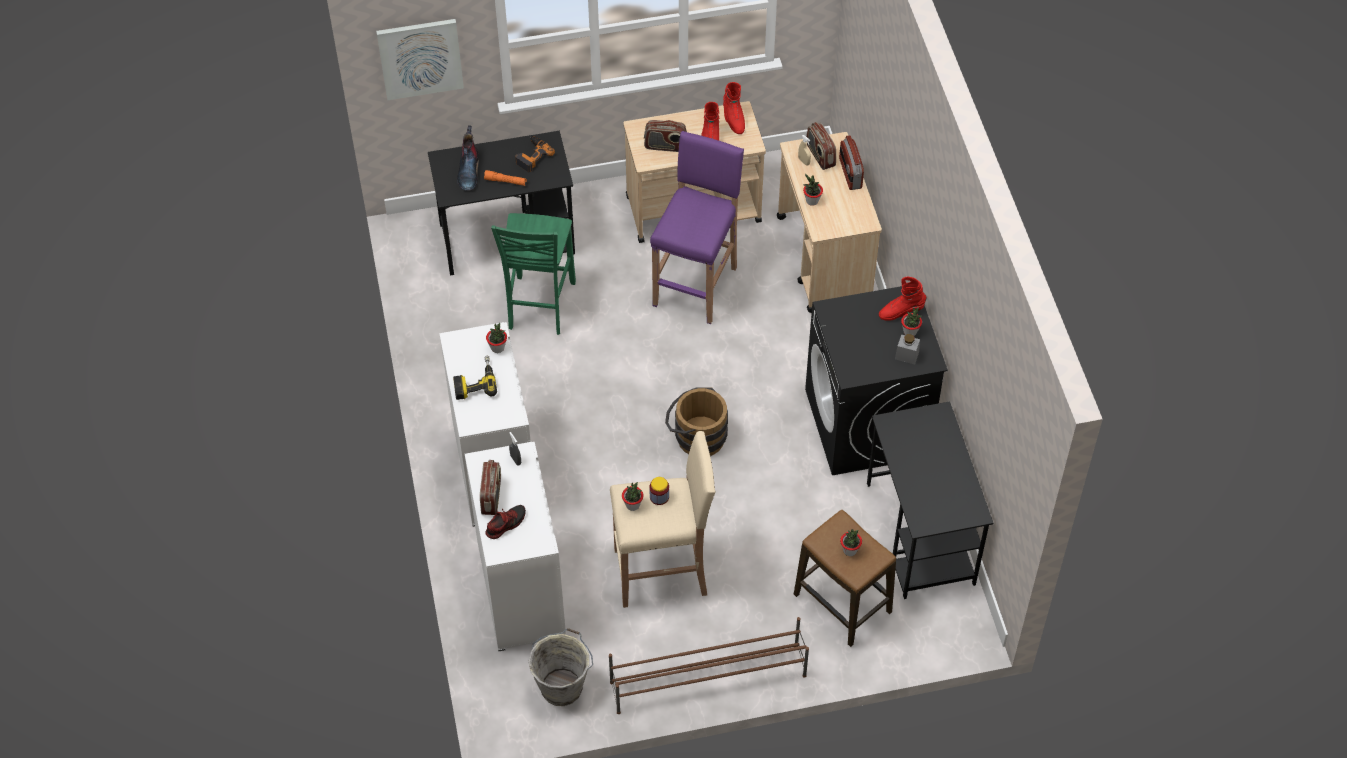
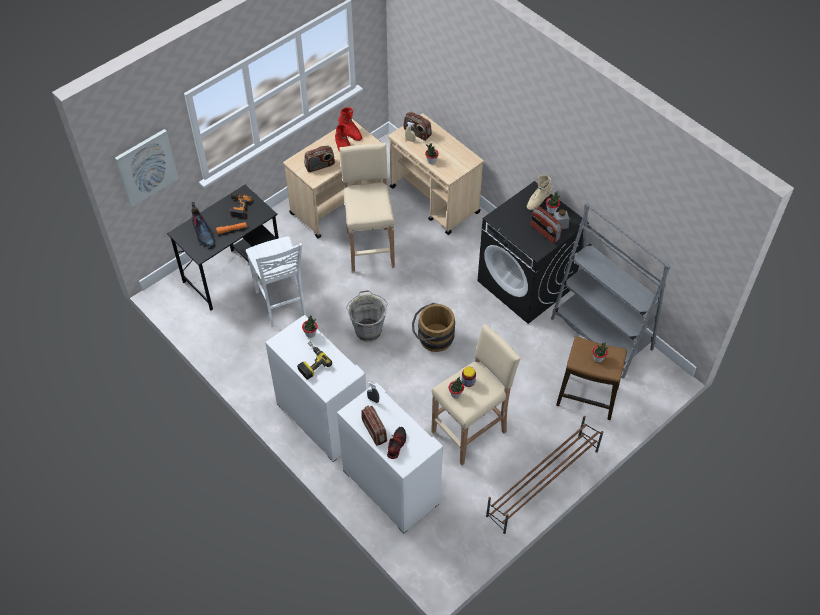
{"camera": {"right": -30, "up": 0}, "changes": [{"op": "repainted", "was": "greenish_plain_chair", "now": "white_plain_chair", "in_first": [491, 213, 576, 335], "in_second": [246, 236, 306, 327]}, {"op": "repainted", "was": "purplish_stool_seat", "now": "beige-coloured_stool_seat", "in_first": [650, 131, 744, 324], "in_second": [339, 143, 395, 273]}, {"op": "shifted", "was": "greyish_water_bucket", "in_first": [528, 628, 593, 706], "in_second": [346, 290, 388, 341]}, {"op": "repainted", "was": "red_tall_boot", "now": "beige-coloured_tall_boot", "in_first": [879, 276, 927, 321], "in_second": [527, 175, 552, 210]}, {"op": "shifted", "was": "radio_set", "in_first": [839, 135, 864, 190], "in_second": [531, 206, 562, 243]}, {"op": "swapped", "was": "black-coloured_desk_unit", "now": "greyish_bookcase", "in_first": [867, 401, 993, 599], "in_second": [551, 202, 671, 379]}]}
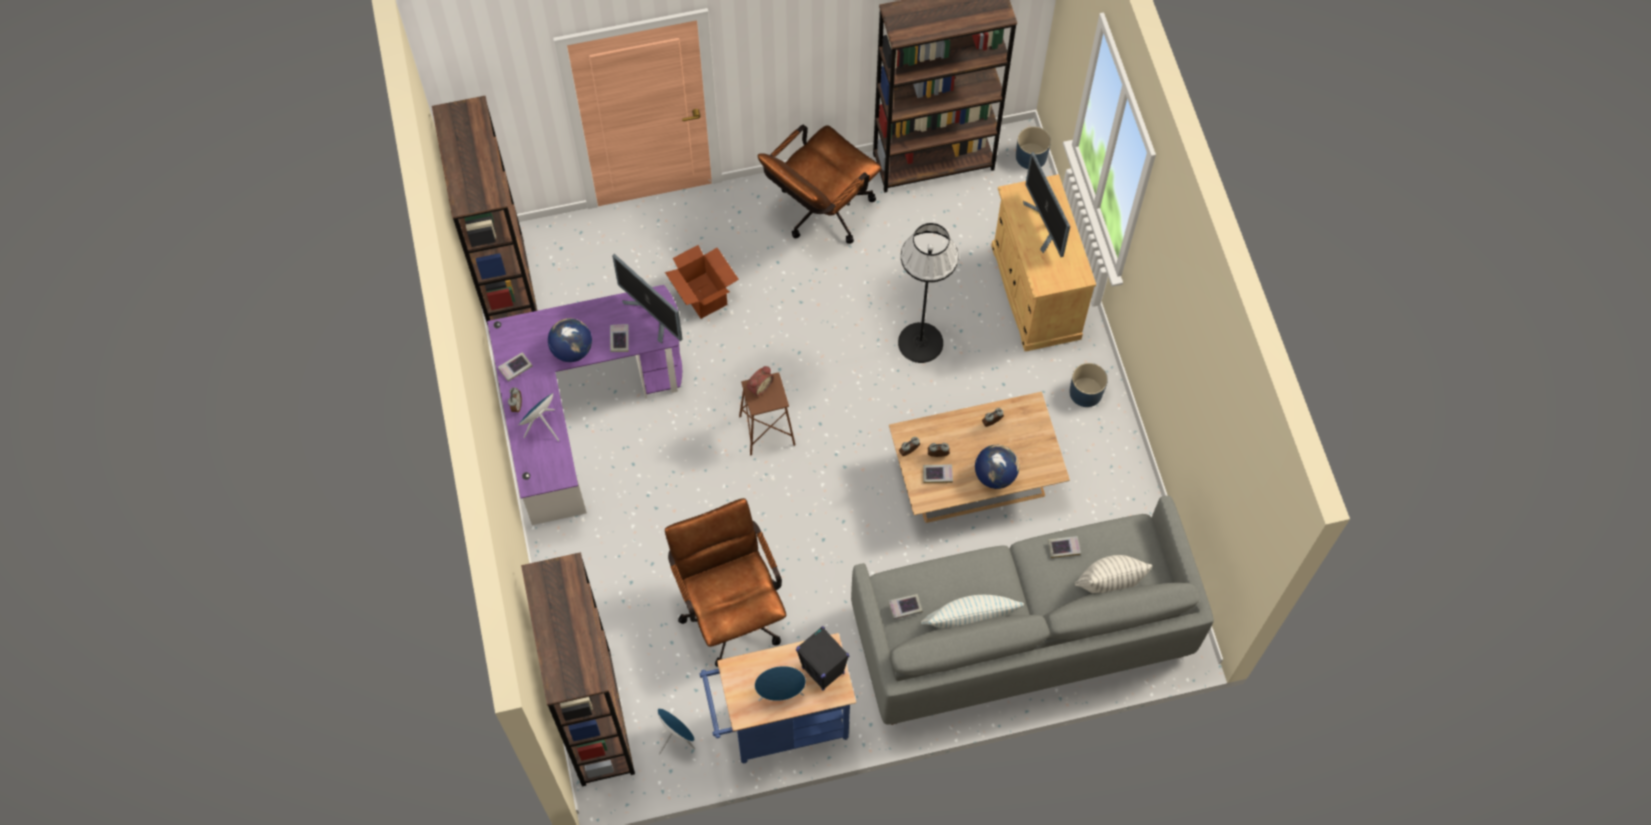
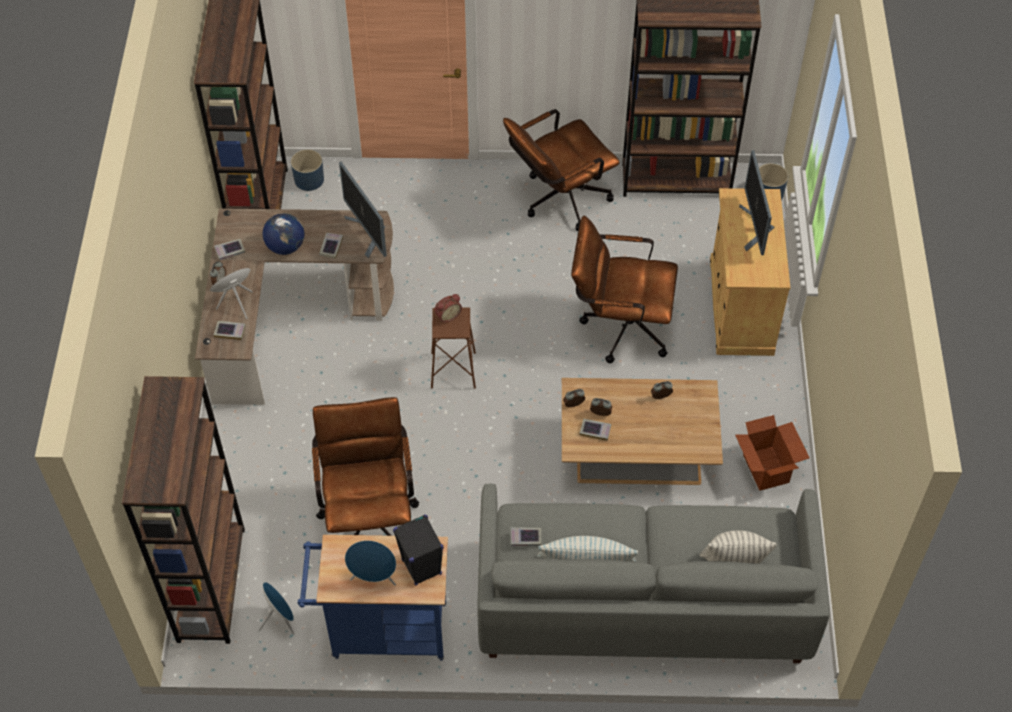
{"camera": {"right": 15, "up": -10}, "changes": [{"op": "repainted", "was": "purplish_desk_unit", "now": "brownish_desk_unit", "in_first": [487, 285, 682, 525], "in_second": [195, 208, 394, 405]}, {"op": "shifted", "was": "volume", "in_first": [1048, 536, 1081, 558], "in_second": [214, 321, 246, 340]}, {"op": "shifted", "was": "blue-coloured_flower_pot", "in_first": [1069, 363, 1107, 407], "in_second": [291, 149, 324, 191]}, {"op": "swapped", "was": "black-coloured_standard_lamp", "now": "brownish_desk_chair", "in_first": [898, 223, 959, 363], "in_second": [571, 216, 678, 363]}, {"op": "shifted", "was": "carton", "in_first": [665, 245, 739, 319], "in_second": [735, 415, 809, 491]}, {"op": "gone", "was": "globe", "in_first": [975, 445, 1019, 489]}]}
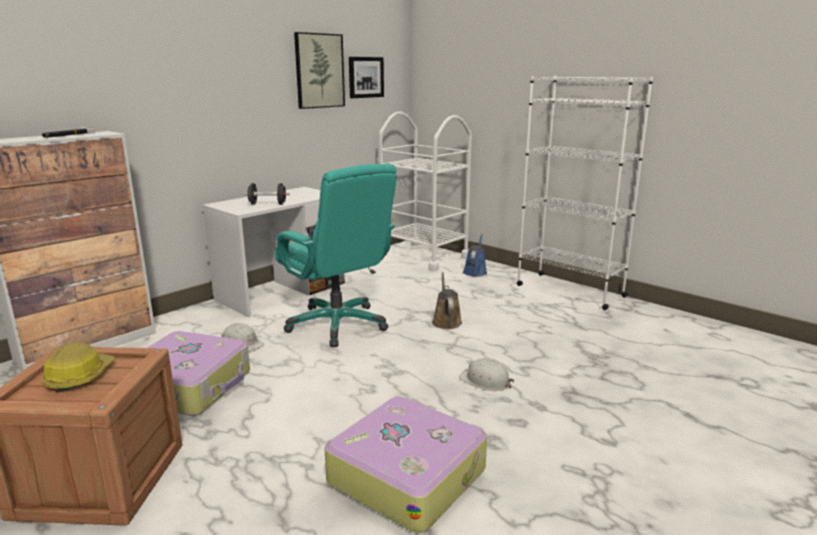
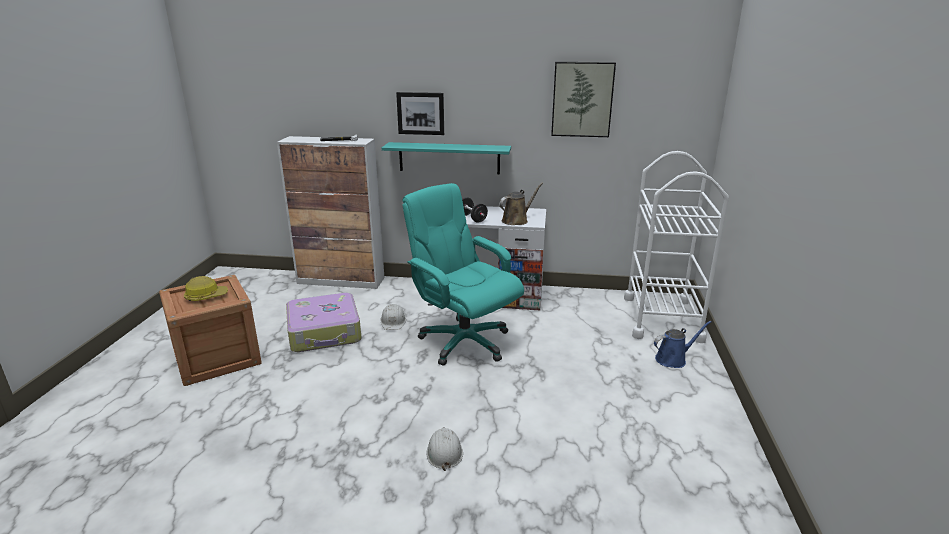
{"camera": {"right": 55, "up": 5}, "changes": [{"op": "new", "now": "turquoise-coloured_bracket_shelf", "in_second": [382, 142, 511, 174]}, {"op": "shifted", "was": "wall_art", "in_first": [349, 57, 384, 98], "in_second": [396, 92, 444, 135]}, {"op": "rotated", "was": "turquoise-coloured_desk_chair", "in_first": [275, 164, 397, 347], "in_second": [402, 183, 524, 365], "clockwise": 120}, {"op": "shifted", "was": "brownish_watering_pot", "in_first": [432, 272, 462, 329], "in_second": [499, 182, 543, 225]}, {"op": "gone", "was": "travel_case", "in_first": [324, 397, 487, 533]}, {"op": "gone", "was": "white_bookcase", "in_first": [517, 76, 653, 310]}]}
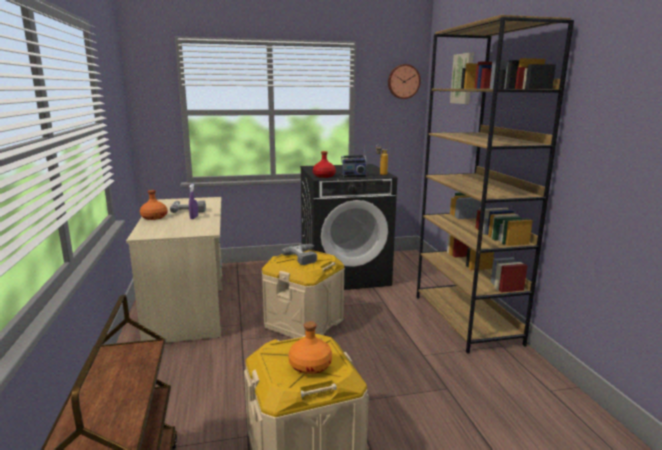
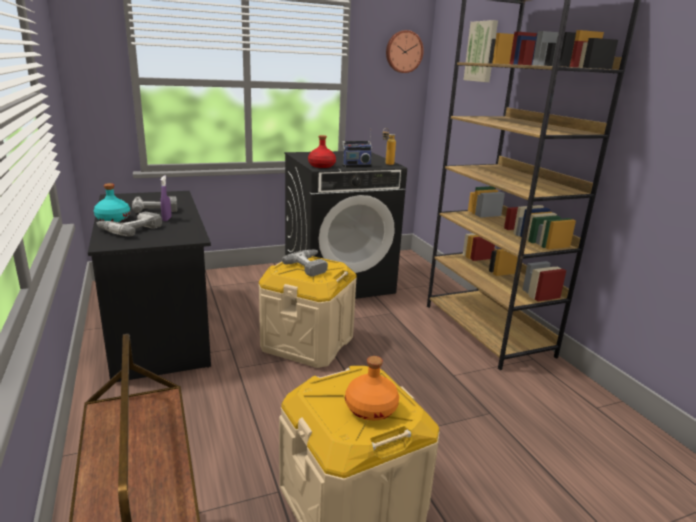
{"camera": {"right": -10, "up": 5}, "changes": [{"op": "repainted", "was": "beige-coloured_desk_unit", "now": "black-coloured_desk_unit", "in_first": [126, 197, 222, 343], "in_second": [88, 191, 211, 382]}, {"op": "repainted", "was": "orangey_drink_bottle", "now": "turquoise-coloured_drink_bottle", "in_first": [140, 190, 167, 220], "in_second": [94, 183, 131, 222]}, {"op": "new", "now": "power_drill", "in_second": [96, 212, 162, 236]}]}
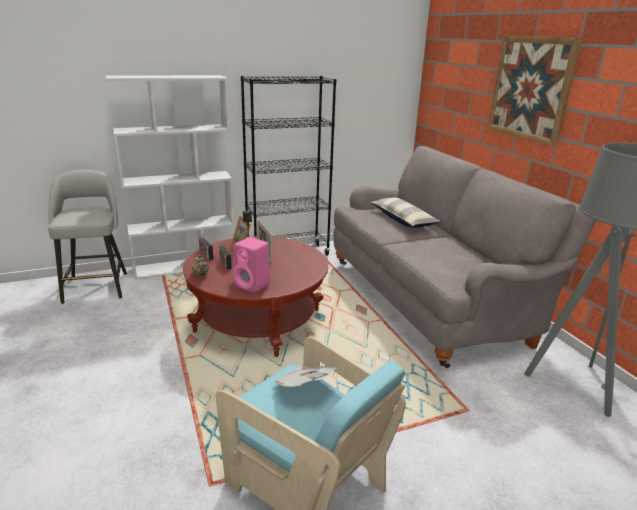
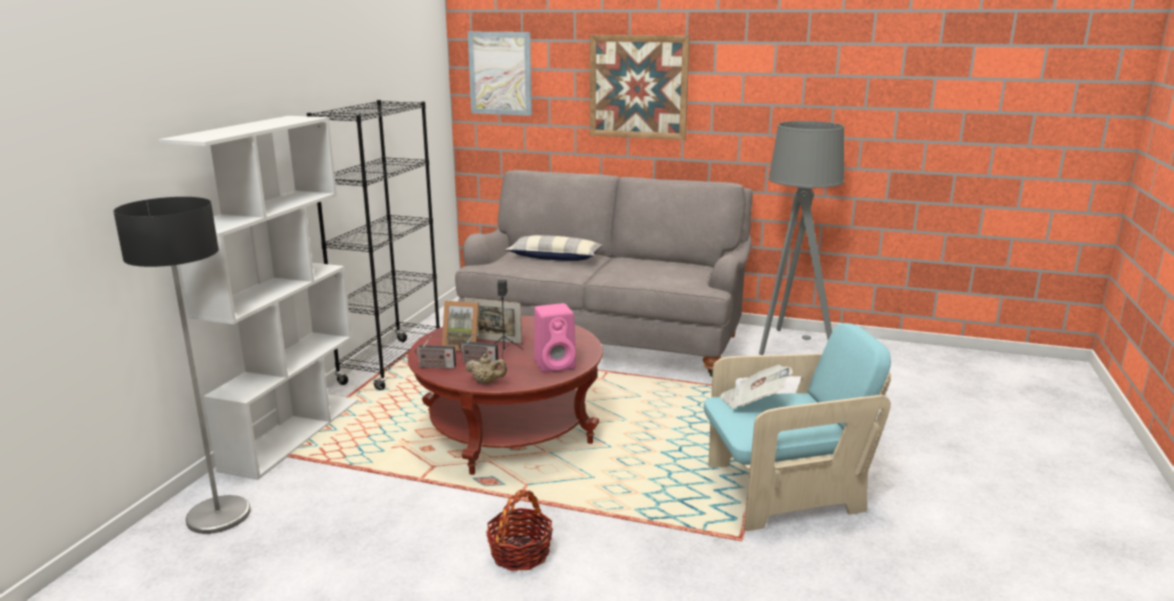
{"camera": {"right": -50, "up": -5}, "changes": [{"op": "swapped", "was": "greyish_stool_seat", "now": "standard_lamp", "in_first": [48, 169, 127, 304], "in_second": [113, 197, 250, 534]}, {"op": "new", "now": "wall_art", "in_second": [468, 32, 532, 116]}, {"op": "new", "now": "household_basket", "in_second": [486, 490, 553, 571]}]}
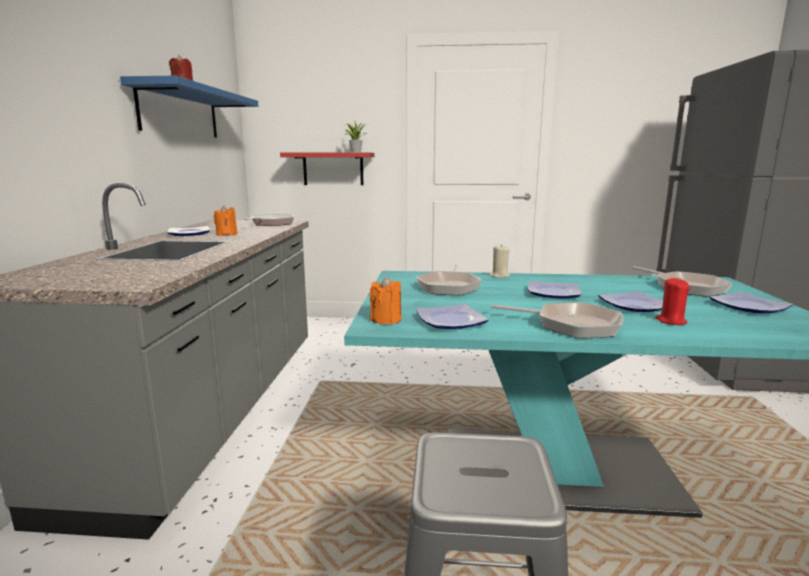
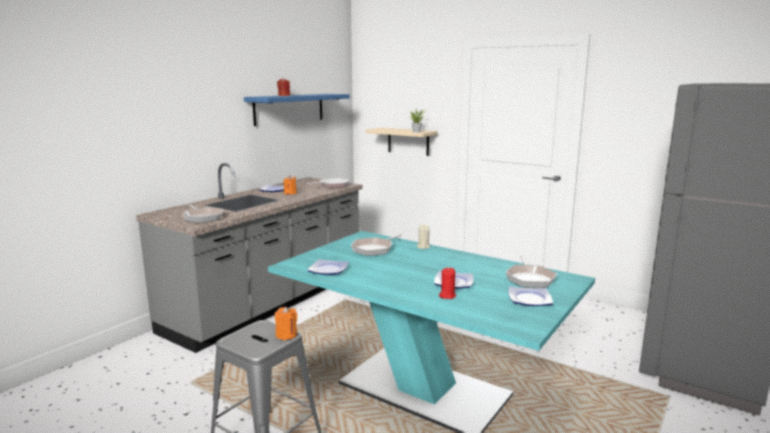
{"camera": {"right": 30, "up": 0}, "changes": [{"op": "shifted", "was": "frying_pan", "in_first": [491, 302, 623, 338], "in_second": [183, 204, 224, 223]}, {"op": "shifted", "was": "orangey_wax_light", "in_first": [370, 277, 401, 324], "in_second": [275, 306, 297, 340]}, {"op": "repainted", "was": "red_bracket_shelf", "now": "beige-coloured_bracket_shelf", "in_first": [280, 152, 375, 185], "in_second": [365, 127, 437, 156]}, {"op": "gone", "was": "plate", "in_first": [528, 280, 581, 298]}]}
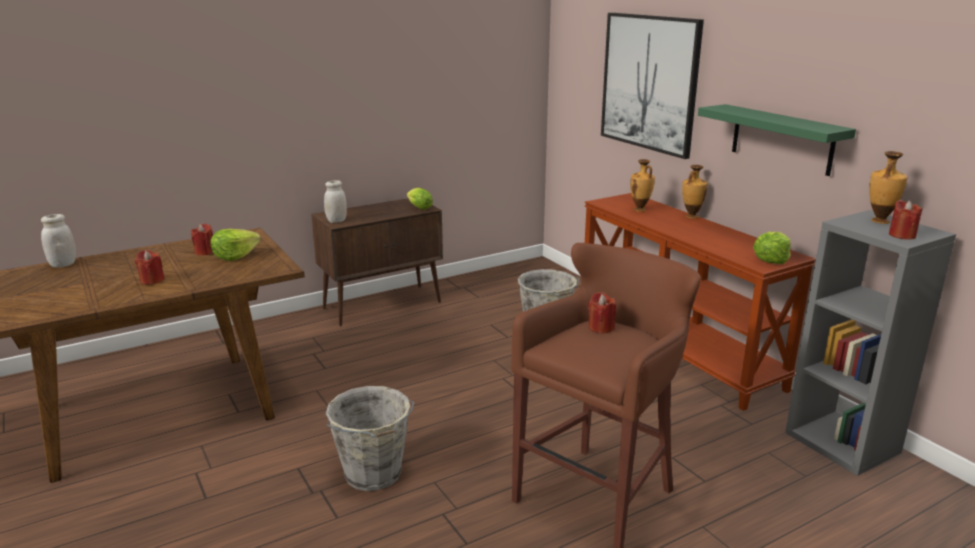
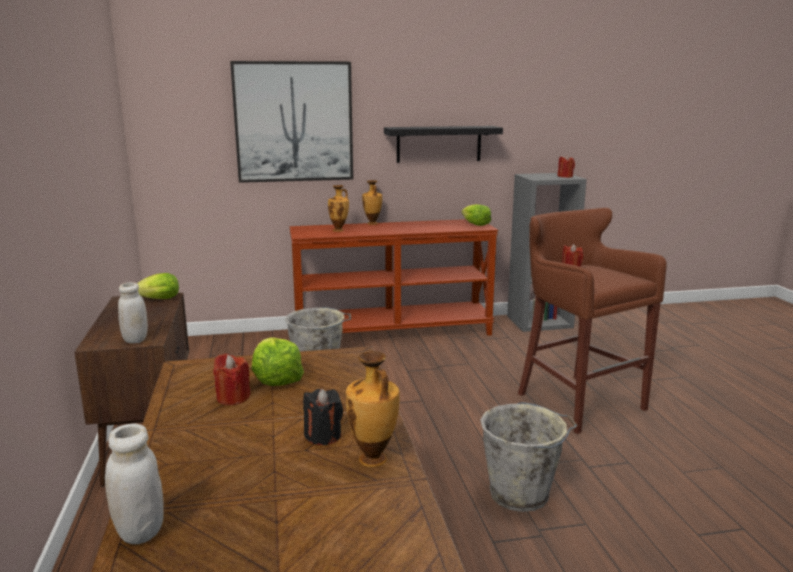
{"camera": {"right": -70, "up": -5}, "changes": [{"op": "repainted", "was": "red_wax_light", "now": "black-coloured_wax_light", "in_first": [135, 250, 165, 285], "in_second": [303, 389, 343, 445]}, {"op": "shifted", "was": "flower_vase", "in_first": [869, 151, 907, 224], "in_second": [346, 351, 400, 467]}, {"op": "repainted", "was": "greenish_bracket_shelf", "now": "black-coloured_bracket_shelf", "in_first": [698, 104, 856, 176], "in_second": [384, 126, 503, 163]}]}
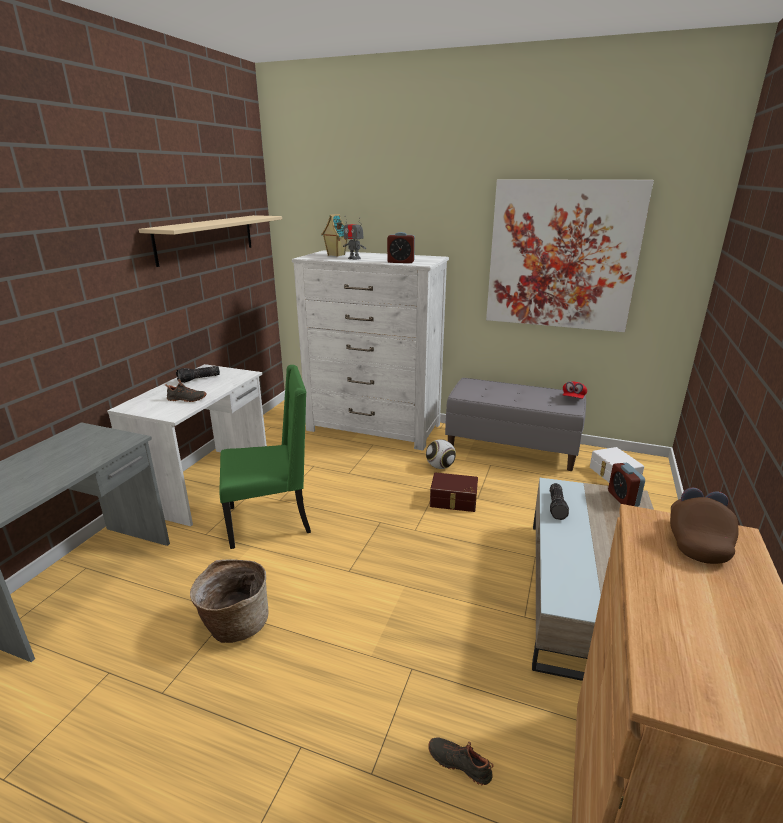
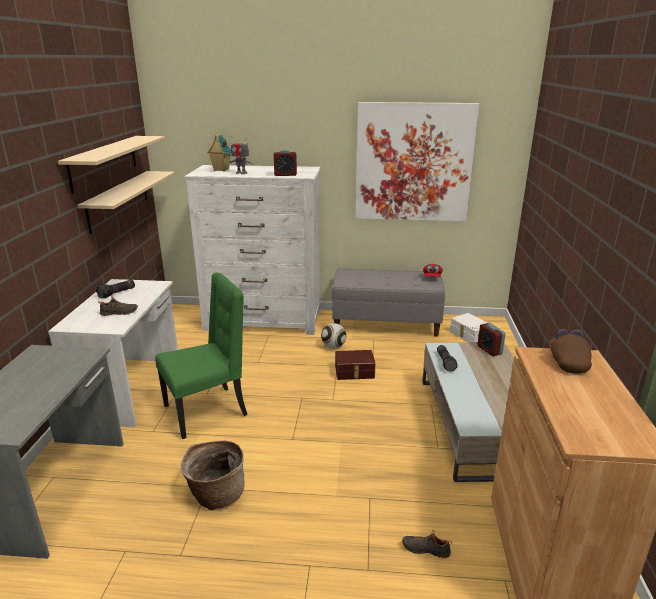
{"camera": {"right": -15, "up": 0}, "changes": [{"op": "new", "now": "beige-coloured_bracket_shelf", "in_second": [77, 171, 175, 234]}]}
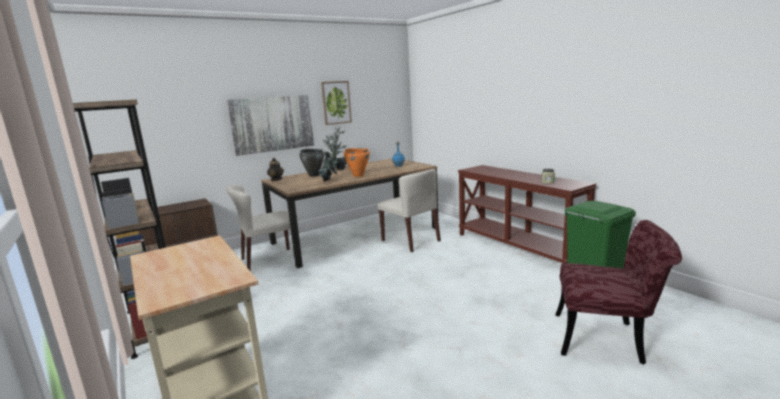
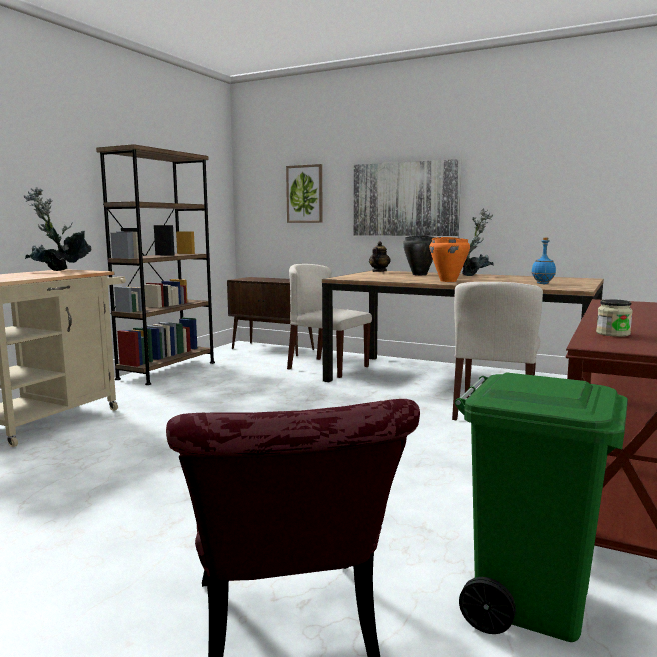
{"camera": {"right": 60, "up": -5}, "changes": [{"op": "shifted", "was": "potted_plant", "in_first": [316, 134, 342, 182], "in_second": [23, 187, 91, 271]}, {"op": "shifted", "was": "wall_art", "in_first": [321, 81, 352, 125], "in_second": [286, 164, 323, 223]}]}
